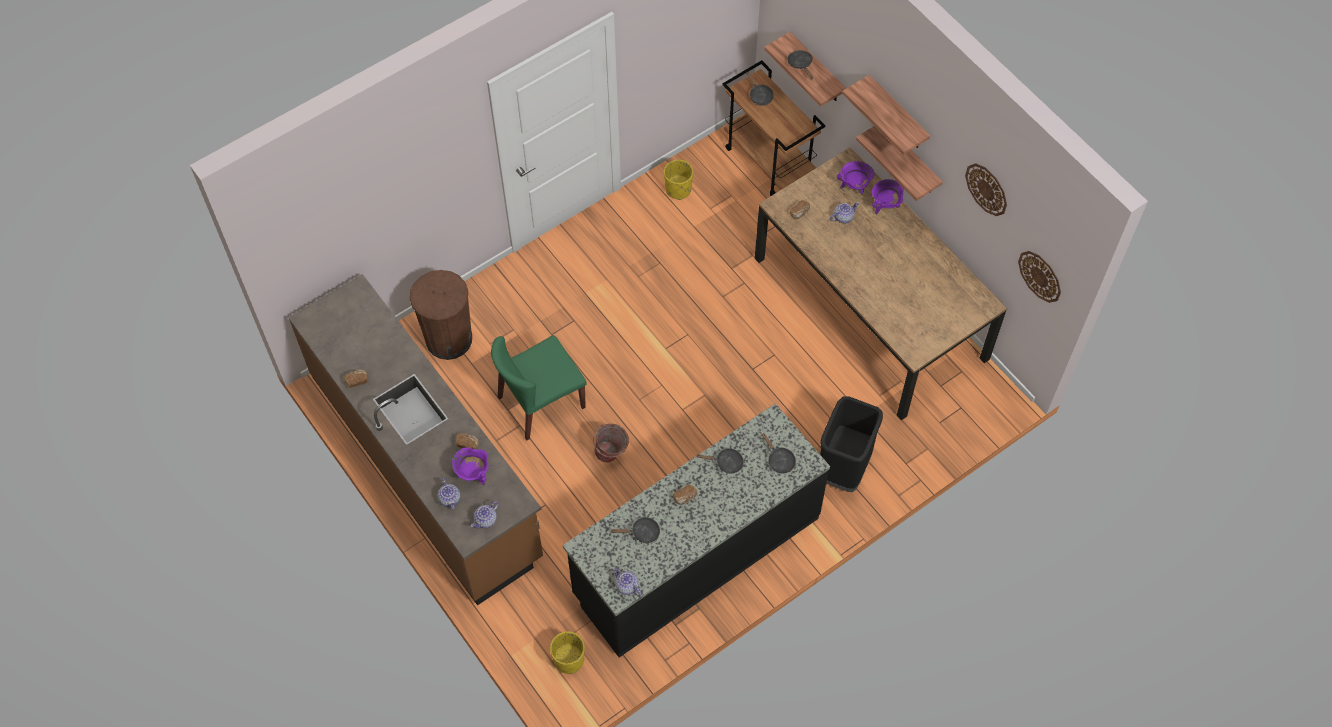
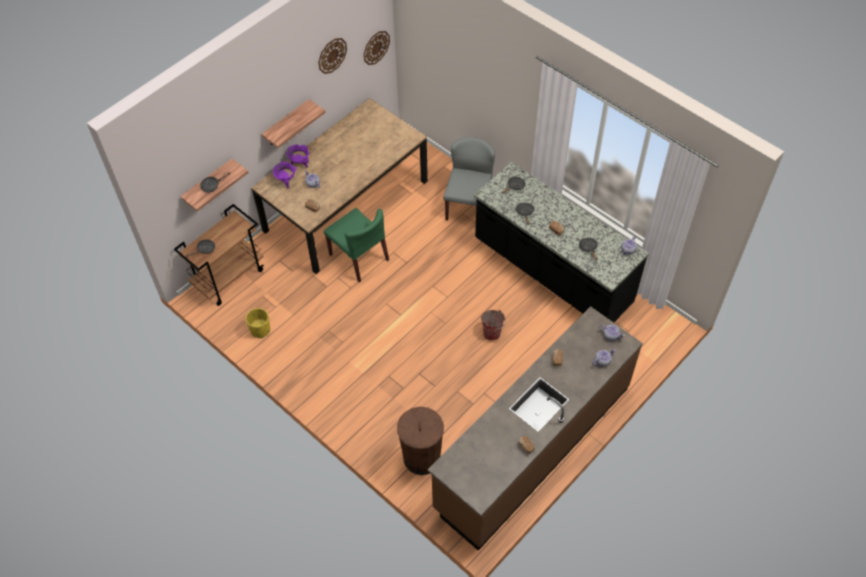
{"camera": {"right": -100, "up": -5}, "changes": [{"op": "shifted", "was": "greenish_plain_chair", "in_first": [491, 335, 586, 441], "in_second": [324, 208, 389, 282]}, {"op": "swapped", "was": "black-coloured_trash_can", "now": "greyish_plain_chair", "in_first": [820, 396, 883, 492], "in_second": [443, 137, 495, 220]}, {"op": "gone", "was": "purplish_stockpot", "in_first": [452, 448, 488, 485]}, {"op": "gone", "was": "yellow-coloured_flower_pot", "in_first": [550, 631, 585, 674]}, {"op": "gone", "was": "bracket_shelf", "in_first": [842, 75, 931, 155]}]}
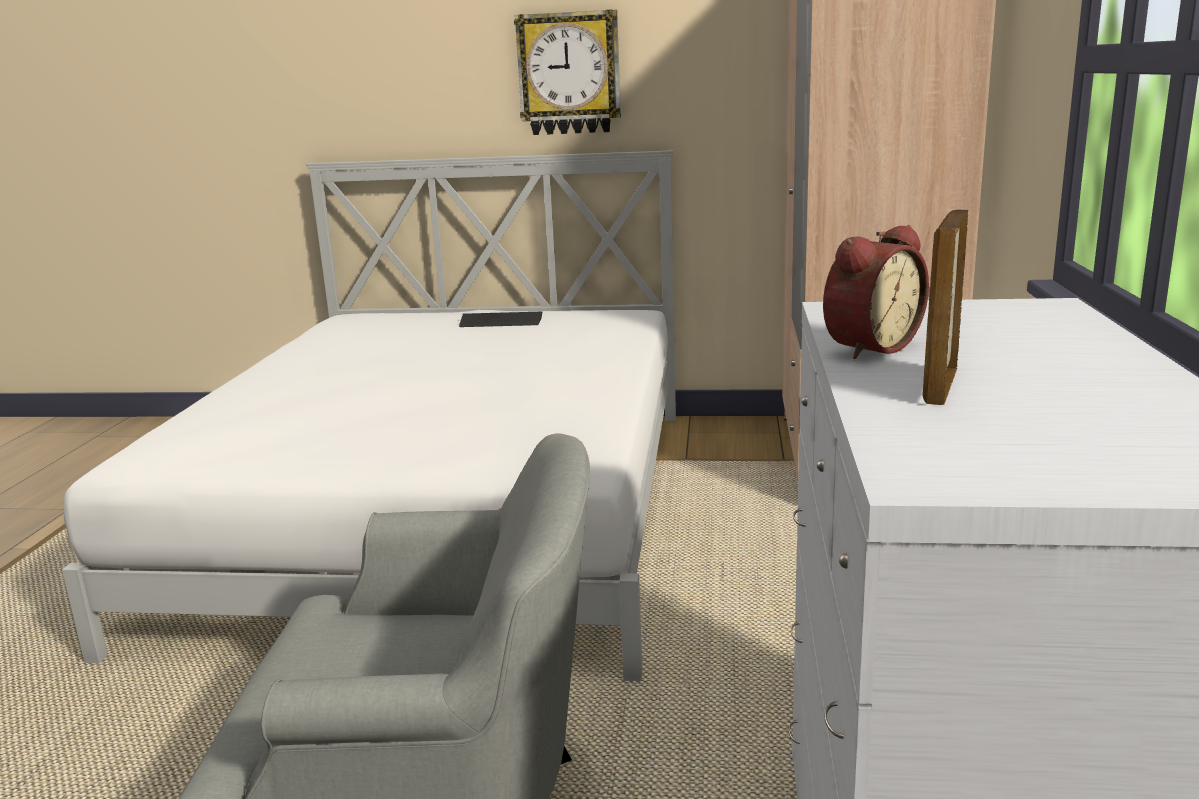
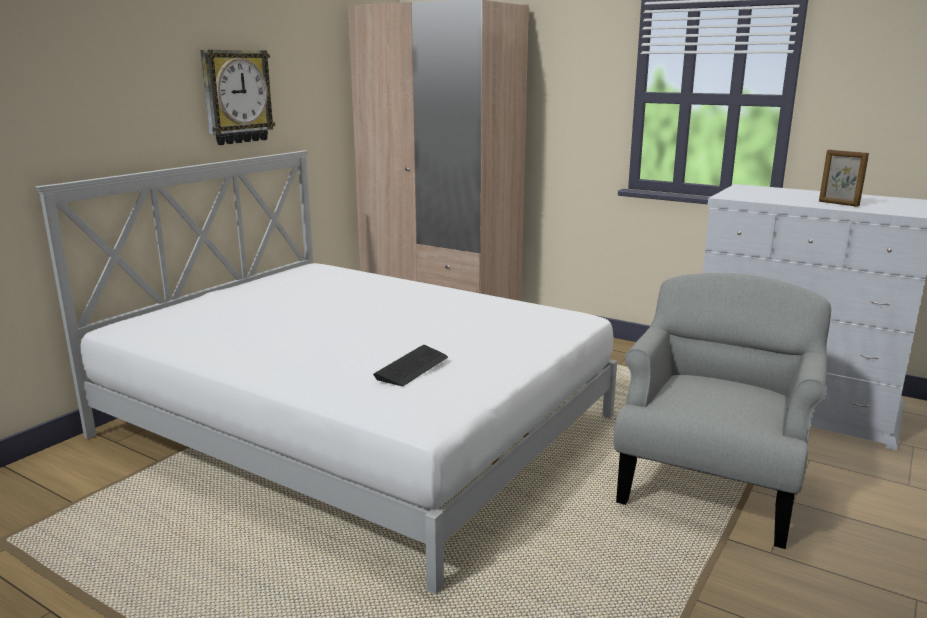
{"camera": {"right": -65, "up": 0}, "changes": [{"op": "shifted", "was": "PC_keyboard", "in_first": [459, 312, 542, 327], "in_second": [373, 345, 448, 386]}, {"op": "gone", "was": "alarm_clock", "in_first": [823, 225, 929, 359]}]}
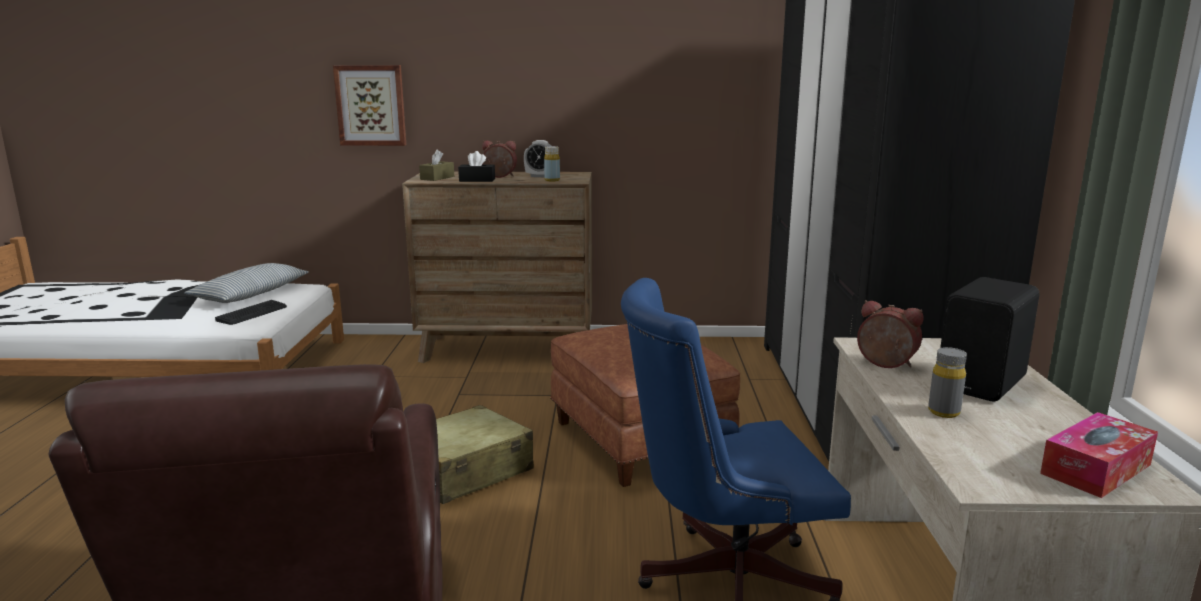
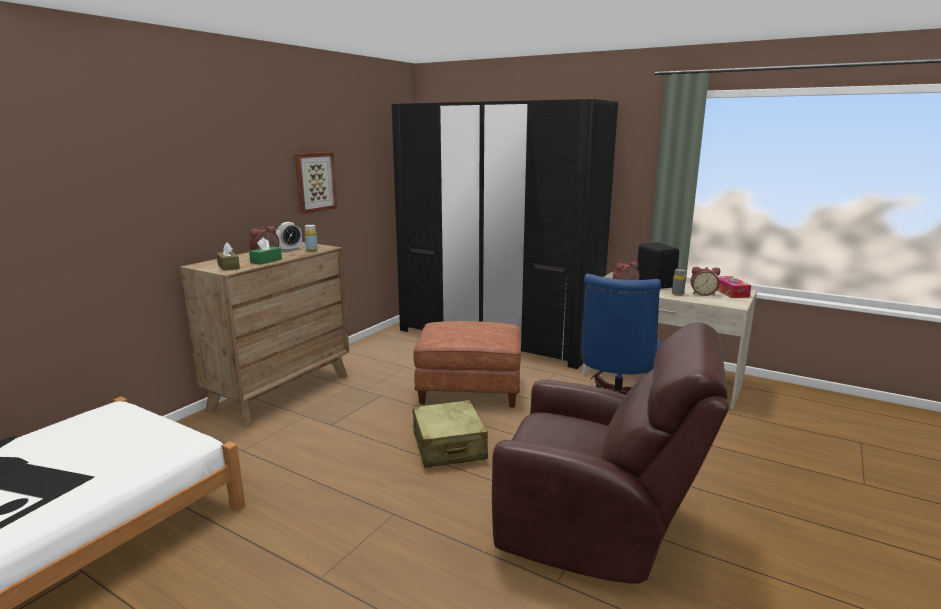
{"camera": {"right": -60, "up": 0}, "changes": [{"op": "repainted", "was": "black-coloured_tissue_box", "now": "greenish_tissue_box", "in_first": [458, 151, 495, 182], "in_second": [249, 237, 282, 265]}, {"op": "shifted", "was": "wall_art", "in_first": [333, 65, 406, 146], "in_second": [294, 152, 337, 214]}, {"op": "new", "now": "alarm_clock", "in_second": [691, 267, 720, 296]}, {"op": "gone", "was": "throw_pillow", "in_first": [184, 263, 309, 303]}, {"op": "gone", "was": "PC_keyboard", "in_first": [215, 300, 287, 325]}]}
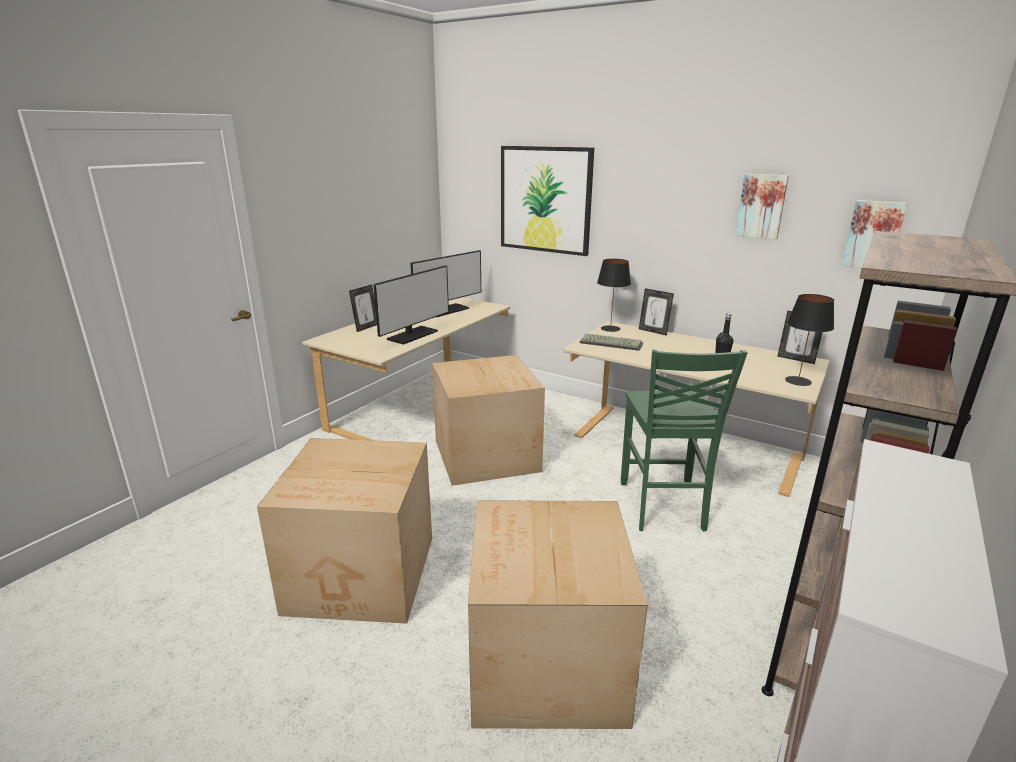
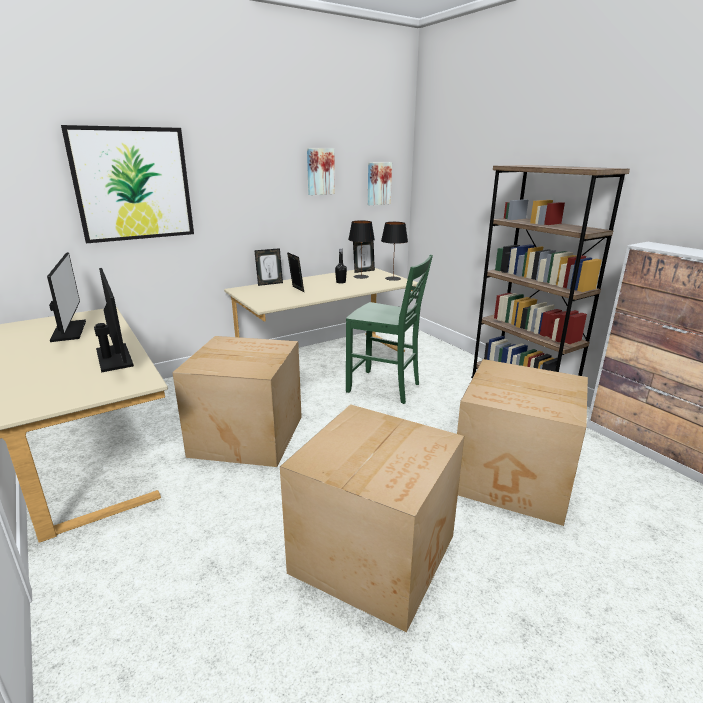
{"camera": {"right": -65, "up": 0}, "changes": [{"op": "shifted", "was": "photo_frame", "in_first": [349, 285, 377, 332], "in_second": [287, 252, 304, 292]}, {"op": "shifted", "was": "black-coloured_tabletop_lamp", "in_first": [597, 259, 631, 332], "in_second": [348, 220, 375, 279]}, {"op": "gone", "was": "PC_keyboard", "in_first": [579, 333, 643, 351]}]}
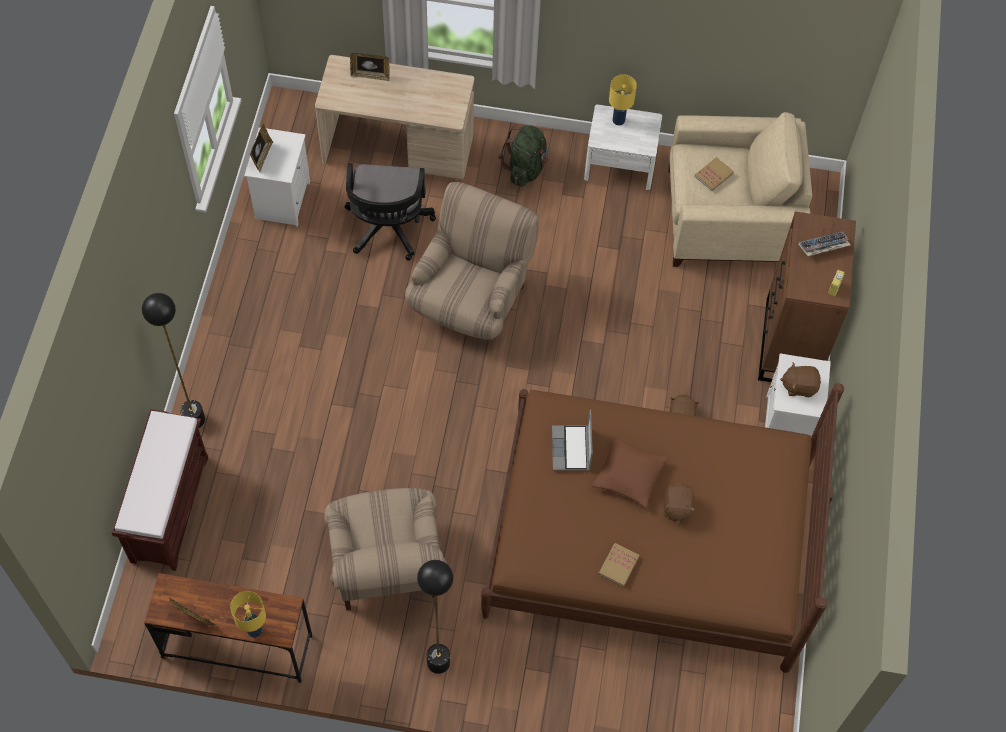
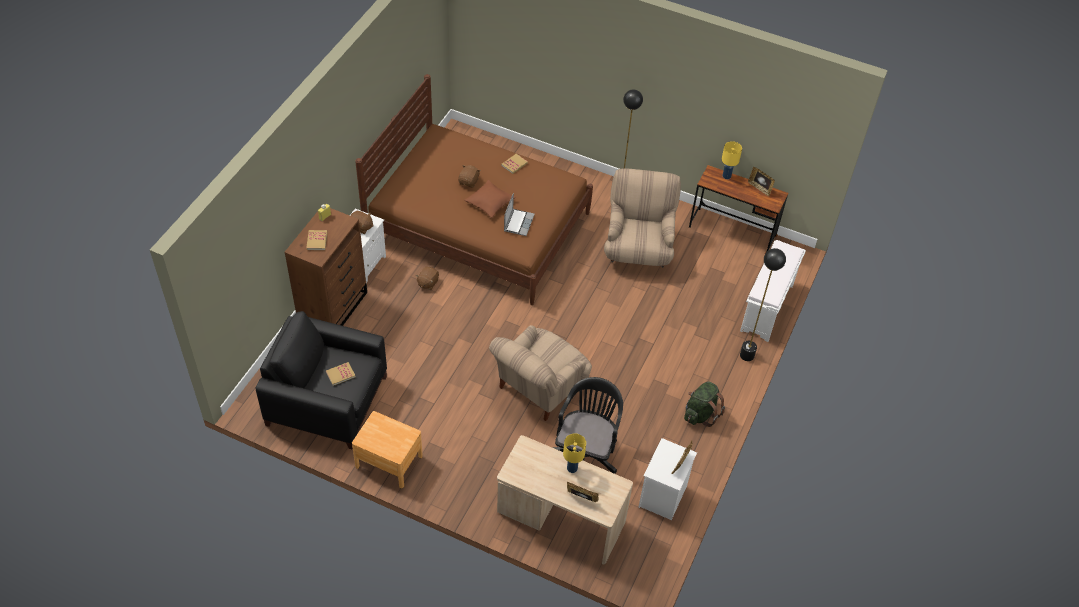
{"camera": {"right": -165, "up": -10}, "changes": [{"op": "repainted", "was": "beige-coloured_lounge_chair", "now": "black-coloured_lounge_chair", "in_first": [668, 112, 812, 267], "in_second": [256, 311, 387, 450]}, {"op": "swapped", "was": "PC_keyboard", "now": "volume", "in_first": [798, 232, 851, 256], "in_second": [306, 230, 327, 250]}, {"op": "repainted", "was": "white_night_table", "now": "brownish_night_table", "in_first": [584, 104, 662, 190], "in_second": [352, 411, 423, 488]}, {"op": "shifted", "was": "yellow-coloured_tabletop_lamp", "in_first": [609, 74, 637, 125], "in_second": [563, 434, 586, 473]}, {"op": "shifted", "was": "greenish_backpack", "in_first": [498, 125, 549, 187], "in_second": [684, 381, 725, 427]}, {"op": "repainted", "was": "brownish_bench", "now": "white_bench", "in_first": [111, 409, 208, 571], "in_second": [740, 240, 806, 342]}]}
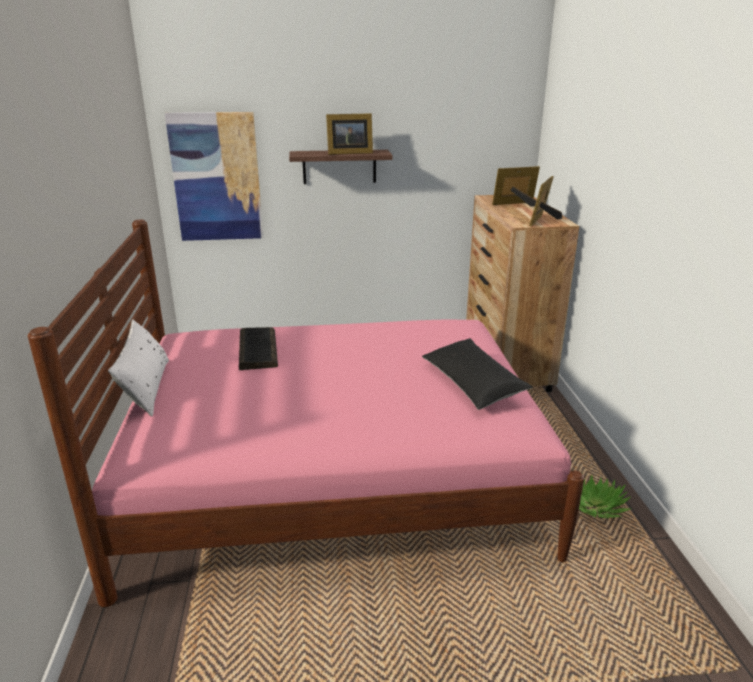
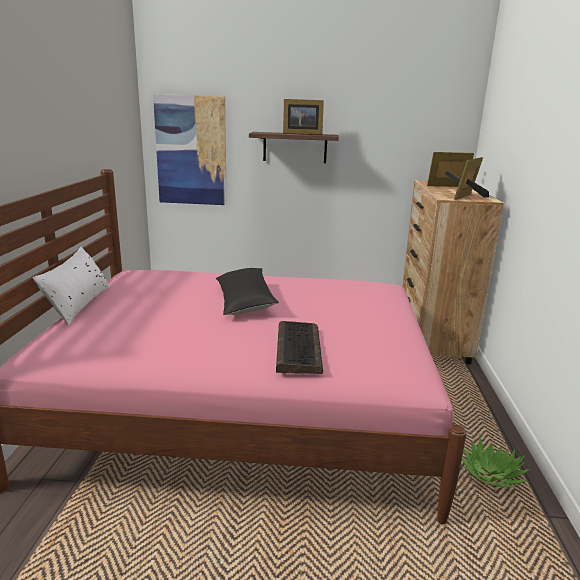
{"camera": {"right": 10, "up": -5}, "changes": [{"op": "shifted", "was": "black-coloured_throw_pillow", "in_first": [422, 338, 533, 410], "in_second": [216, 268, 279, 315]}, {"op": "shifted", "was": "PC_keyboard", "in_first": [239, 327, 278, 370], "in_second": [276, 321, 323, 374]}]}
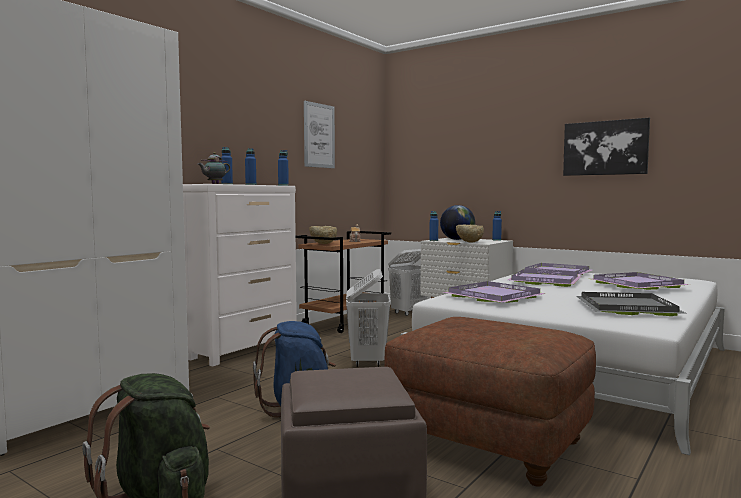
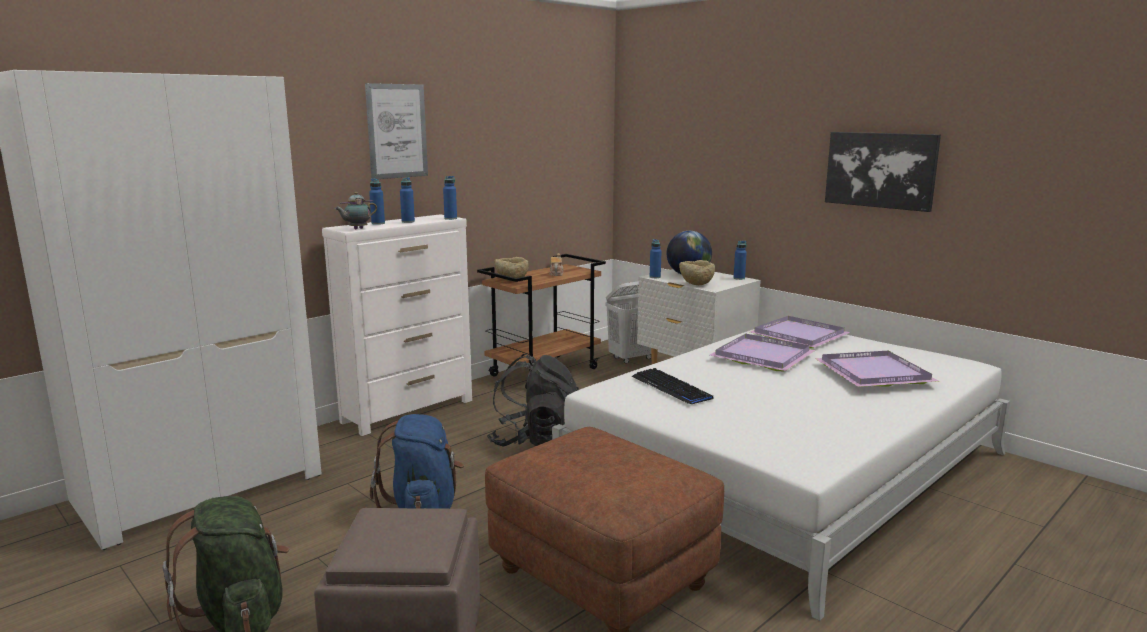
{"camera": {"right": 10, "up": 10}, "changes": [{"op": "shifted", "was": "wall_art", "in_first": [304, 101, 335, 168], "in_second": [365, 83, 428, 179]}, {"op": "swapped", "was": "white_hamper", "now": "black-coloured_backpack", "in_first": [346, 269, 391, 367], "in_second": [487, 354, 579, 447]}, {"op": "swapped", "was": "purplish_serving_tray", "now": "PC_keyboard", "in_first": [443, 281, 547, 303], "in_second": [631, 368, 713, 404]}, {"op": "gone", "was": "greyish_serving_tray", "in_first": [576, 292, 687, 316]}]}
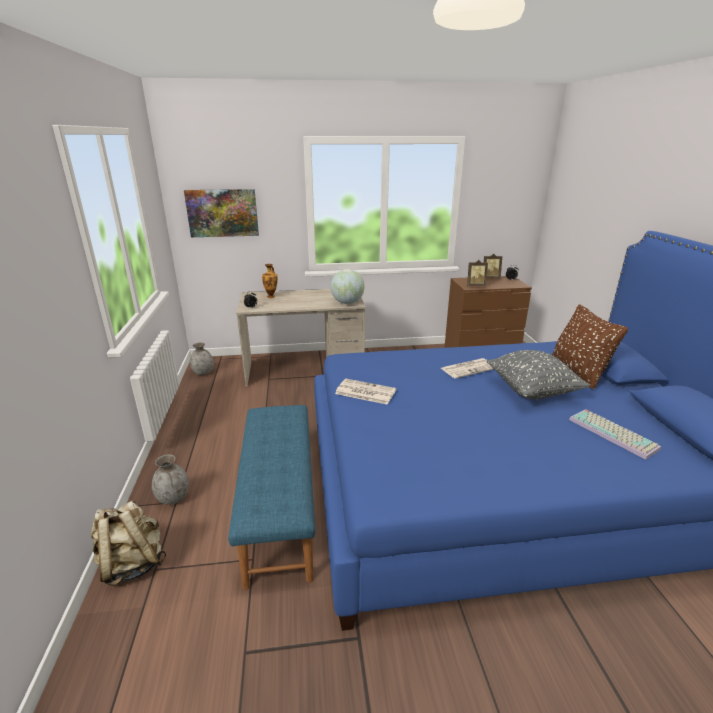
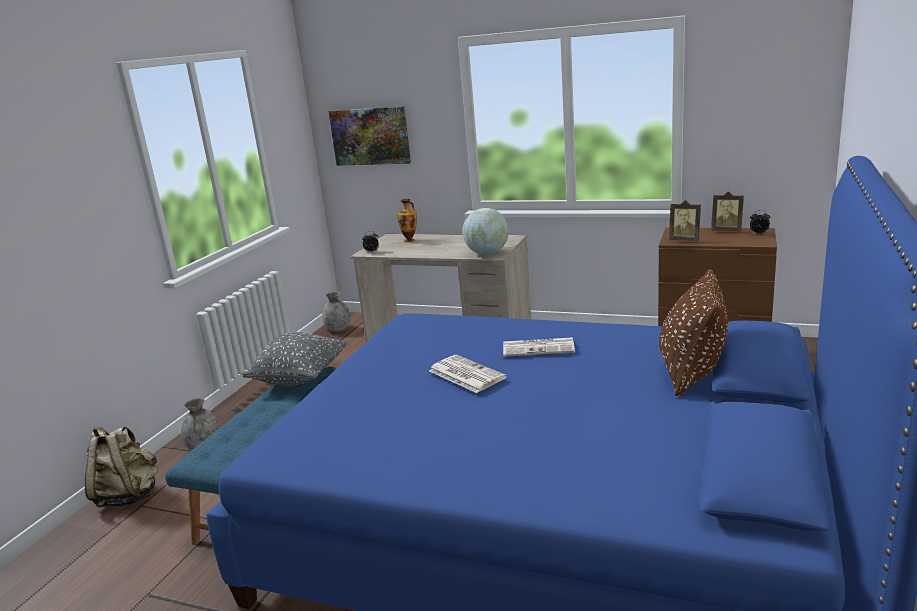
{"camera": {"right": 30, "up": -5}, "changes": [{"op": "shifted", "was": "greyish_throw_pillow", "in_first": [487, 350, 590, 399], "in_second": [242, 332, 347, 386]}, {"op": "shifted", "was": "printed_paper", "in_first": [335, 379, 396, 404], "in_second": [429, 355, 506, 393]}, {"op": "gone", "was": "PC_keyboard", "in_first": [569, 409, 661, 460]}]}
